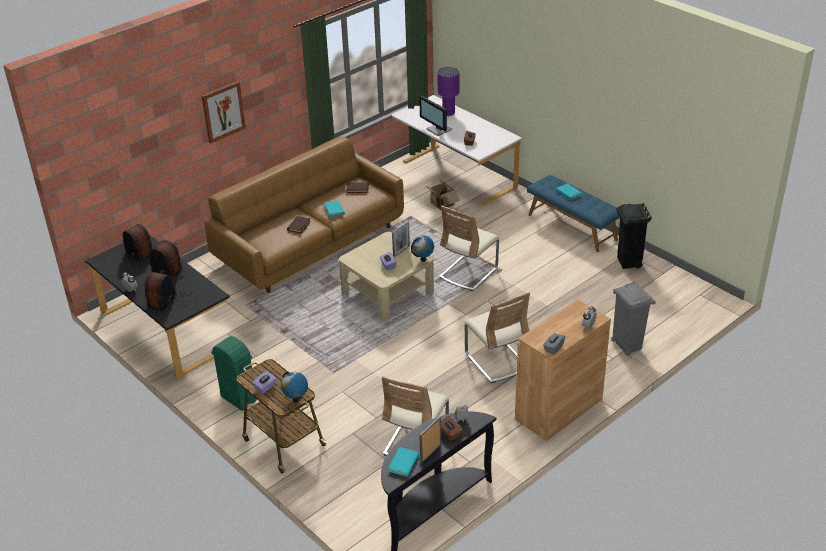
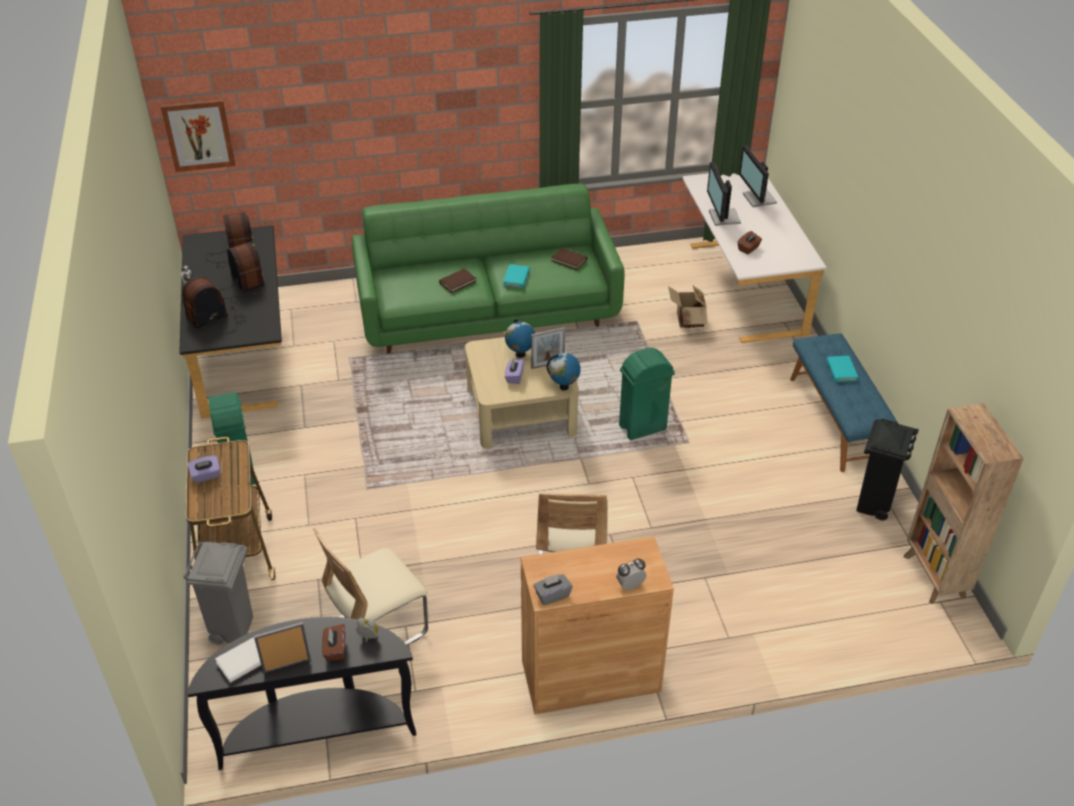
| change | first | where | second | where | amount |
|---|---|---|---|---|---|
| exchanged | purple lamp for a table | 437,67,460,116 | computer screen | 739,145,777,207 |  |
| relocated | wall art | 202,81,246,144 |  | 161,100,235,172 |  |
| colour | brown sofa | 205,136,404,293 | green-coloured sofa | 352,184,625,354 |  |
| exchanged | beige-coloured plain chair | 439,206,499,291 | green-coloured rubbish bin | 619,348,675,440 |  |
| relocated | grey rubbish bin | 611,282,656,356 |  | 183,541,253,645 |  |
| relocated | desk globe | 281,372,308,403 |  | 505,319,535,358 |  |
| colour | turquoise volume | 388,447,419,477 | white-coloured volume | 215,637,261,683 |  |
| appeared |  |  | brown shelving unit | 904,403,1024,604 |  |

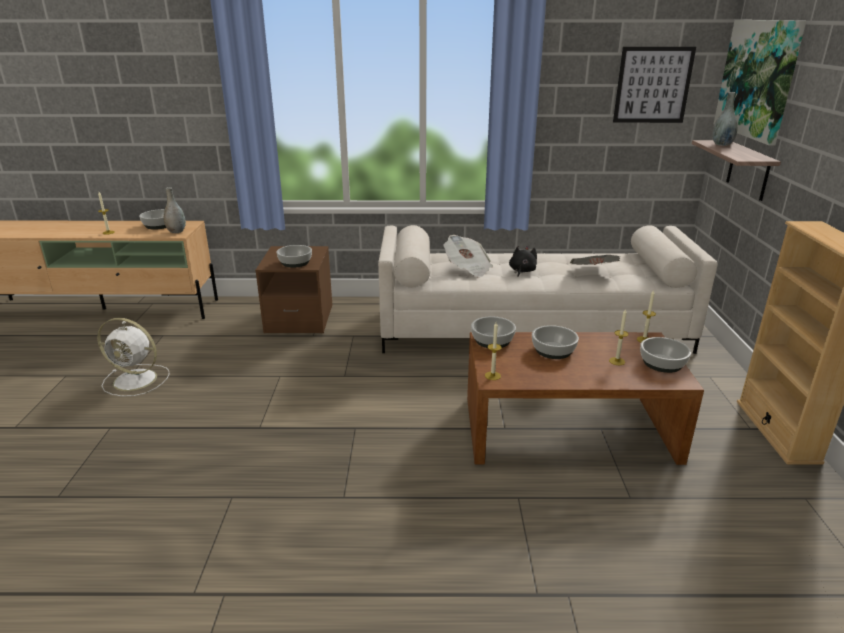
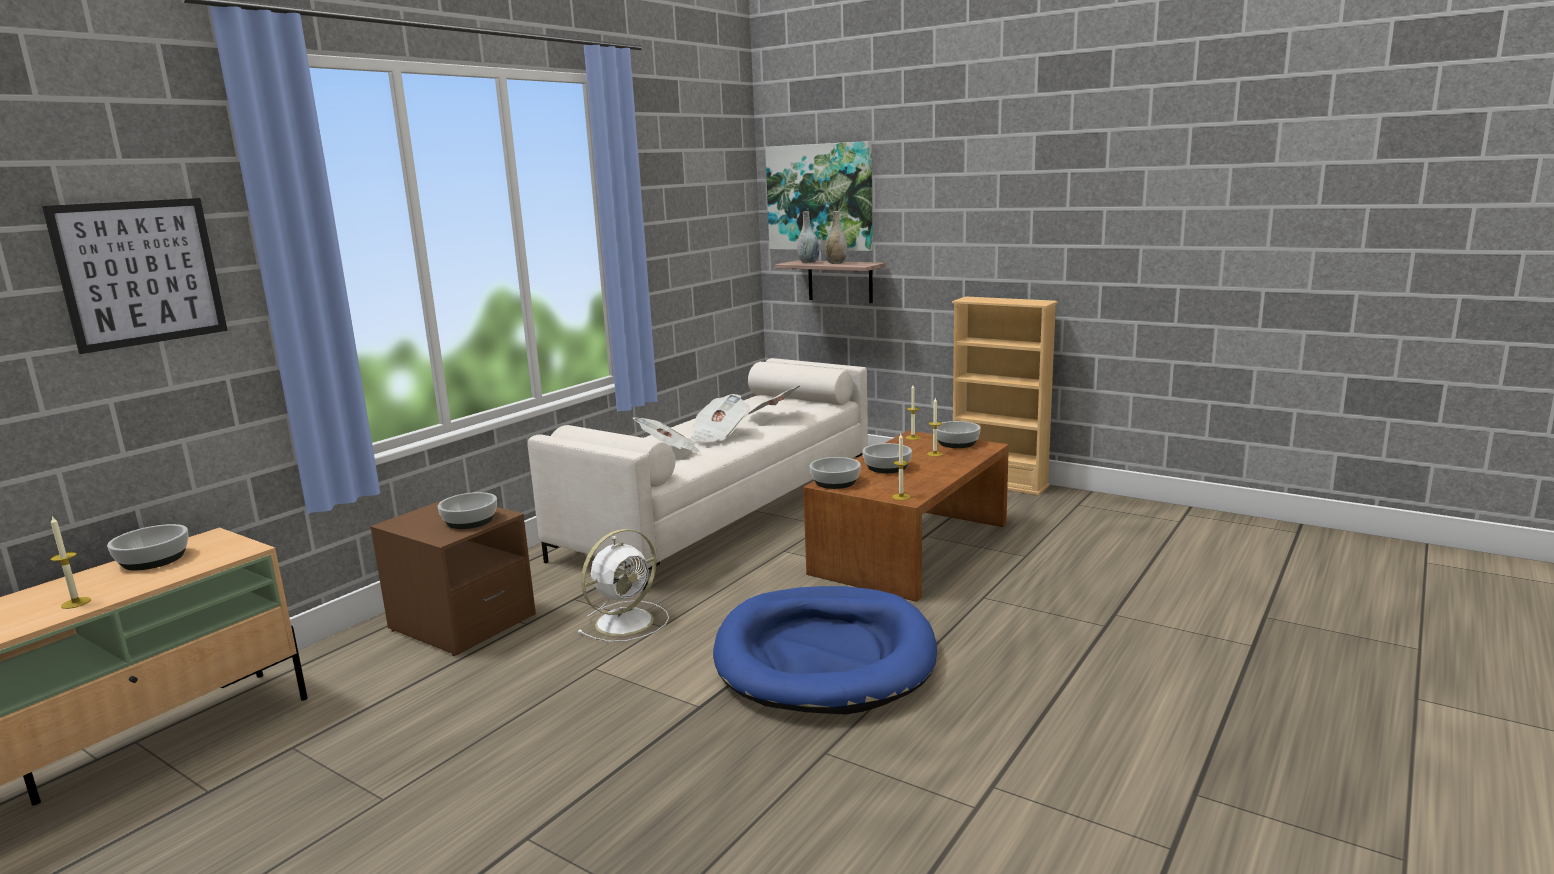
| change | first | where | second | where | amount |
|---|---|---|---|---|---|
| relocated | wall art | 613,47,696,123 |  | 42,198,228,354 |  |
| relocated | grey vase | 164,187,186,233 |  | 825,211,847,264 |  |
| exchanged | black-coloured soft toy | 509,246,537,277 | daily paper | 690,394,750,443 |  |
| relocated | white-coloured fan | 97,318,169,396 |  | 577,529,669,642 |  |
| appeared |  |  | blue pet bed | 713,586,937,715 |  |

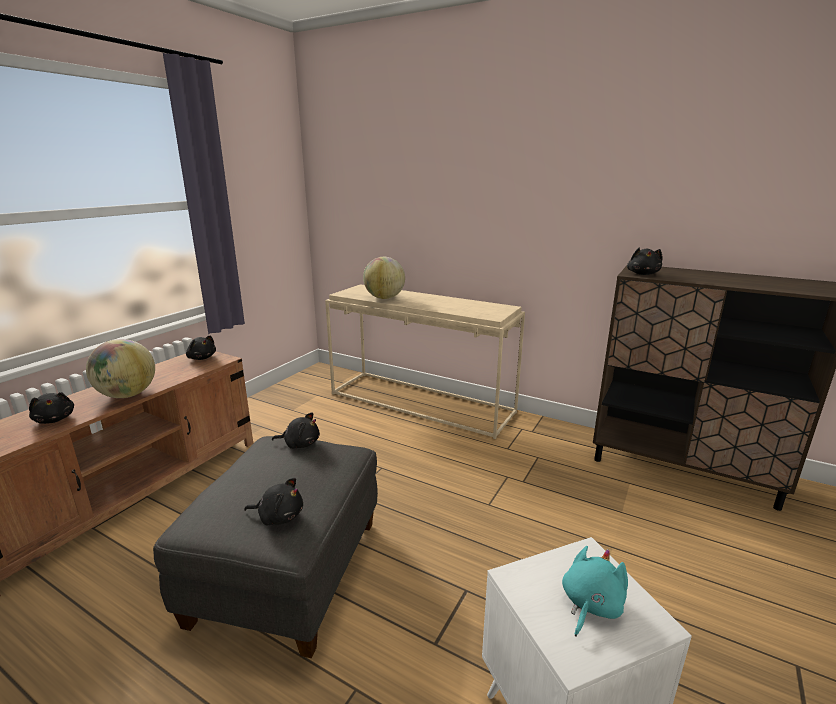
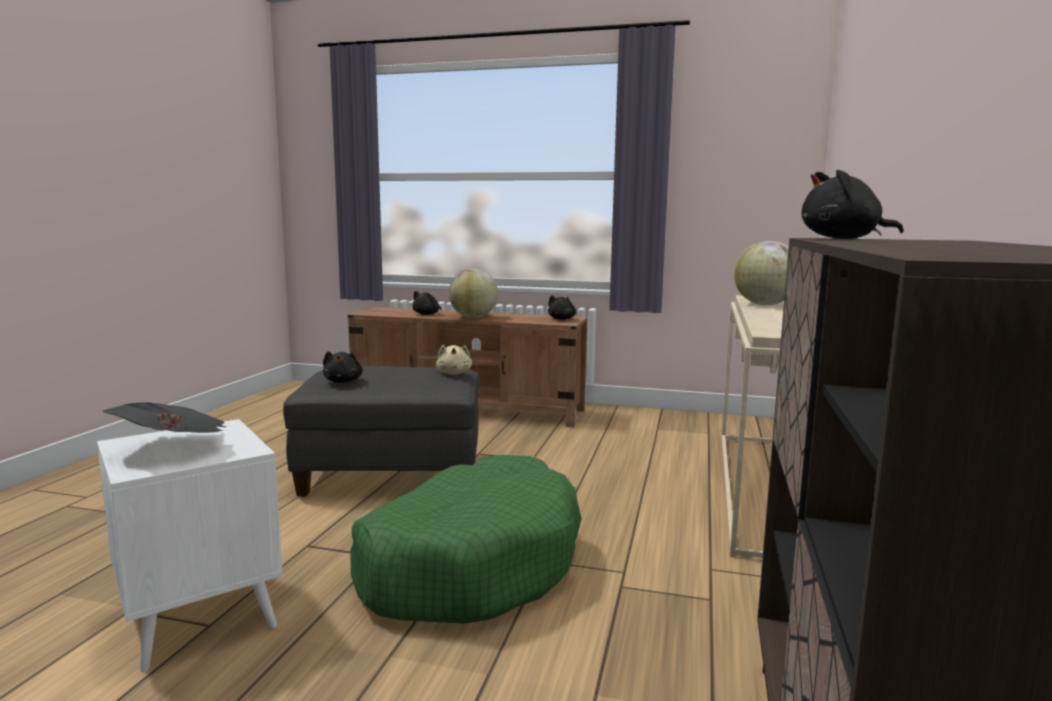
| change | first | where | second | where | amount |
|---|---|---|---|---|---|
| colour | black-coloured soft toy | 272,412,320,449 | beige-coloured soft toy | 436,345,472,375 |  |
| exchanged | turquoise soft toy | 562,546,628,637 | daily paper | 102,402,226,433 |  |
| appeared |  |  | green-coloured pet bed | 350,455,581,624 |  |

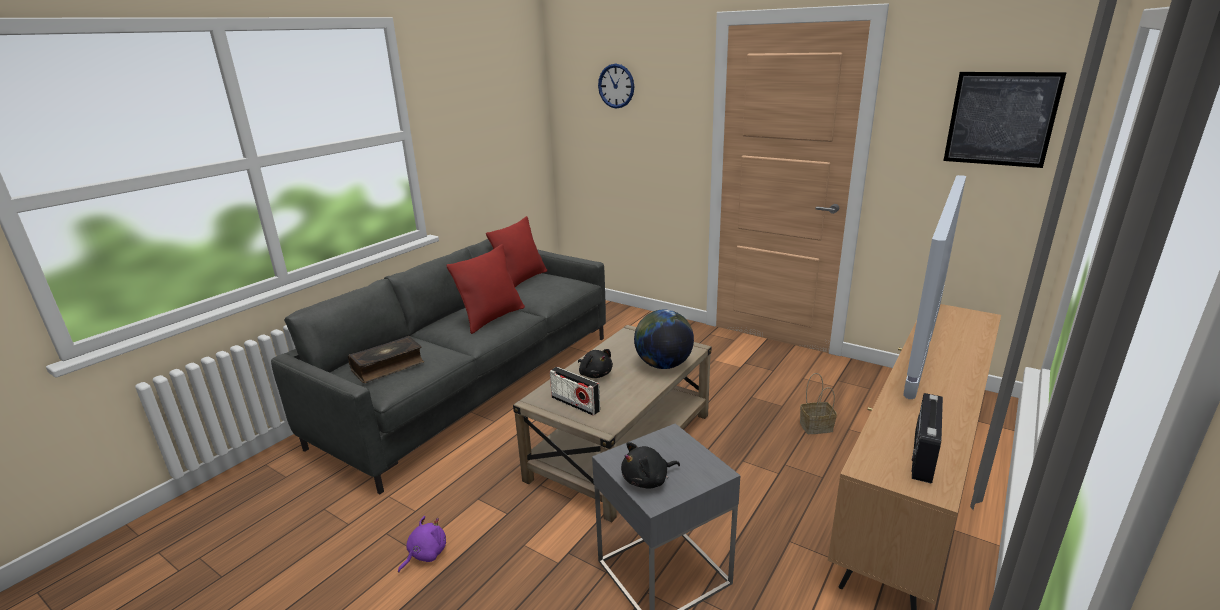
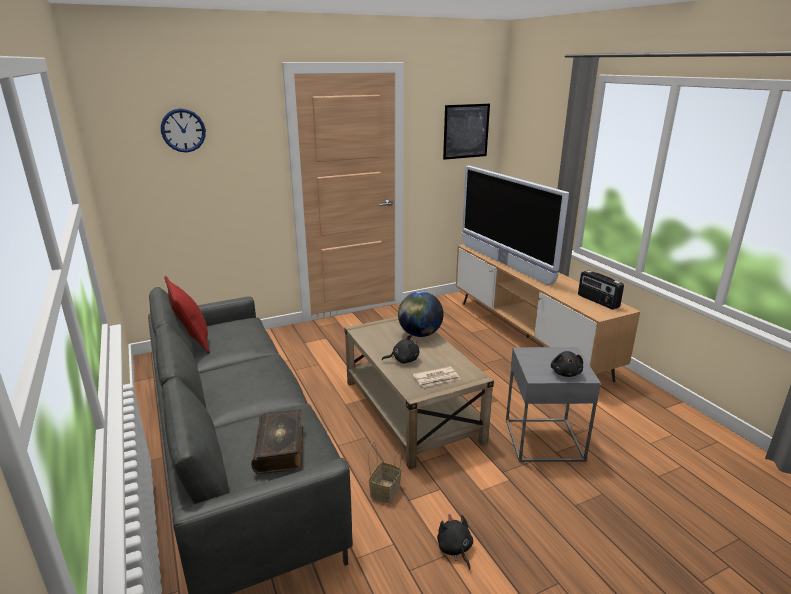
| change | first | where | second | where | amount |
|---|---|---|---|---|---|
| missing | reddish pillow | 446,244,525,334 |  |  |  |
| exchanged | radio receiver | 550,367,600,416 | daily paper | 413,366,461,387 |  |
| relocated | household basket | 800,373,837,434 |  | 368,442,401,503 |  |
| colour | purple soft toy | 398,516,446,573 | black-coloured soft toy | 437,514,473,570 |  |

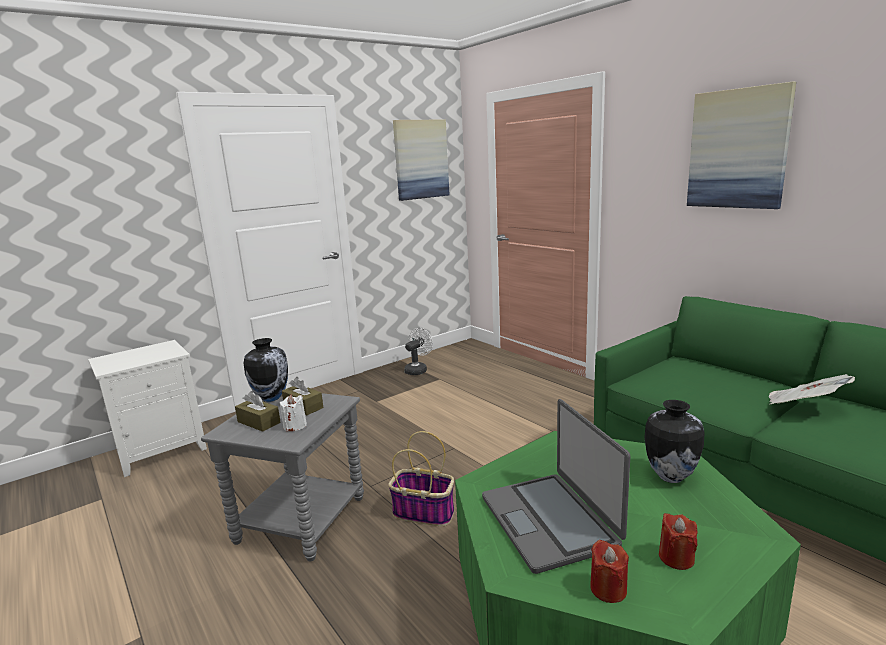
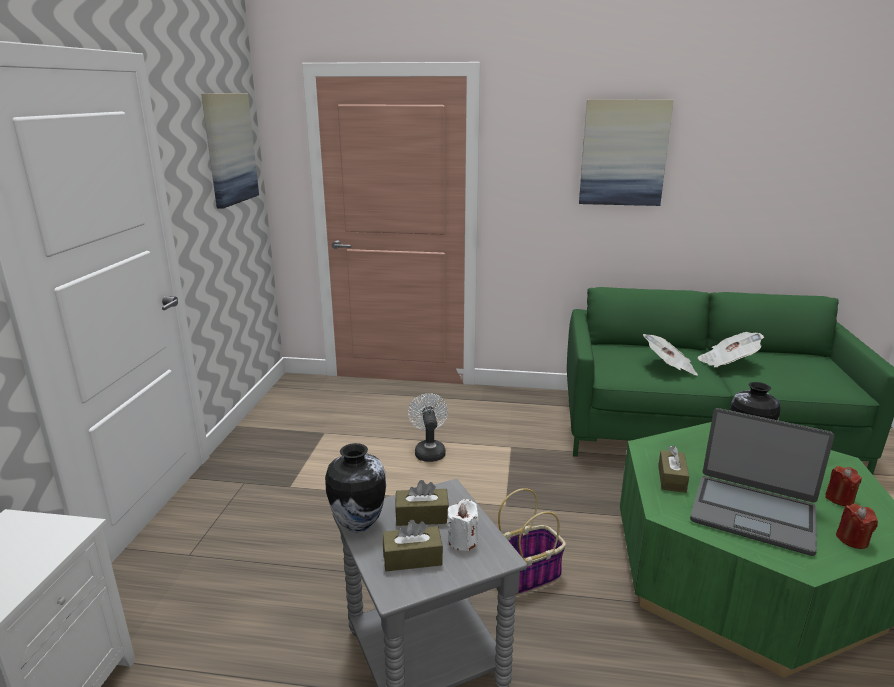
| change | first | where | second | where | amount |
|---|---|---|---|---|---|
| relocated | white-coloured fan | 404,328,433,375 |  | 408,393,448,462 |  |
| appeared |  |  | daily paper | 643,334,698,376 |  |
| appeared |  |  | brown tissue holder | 658,446,689,493 |  |

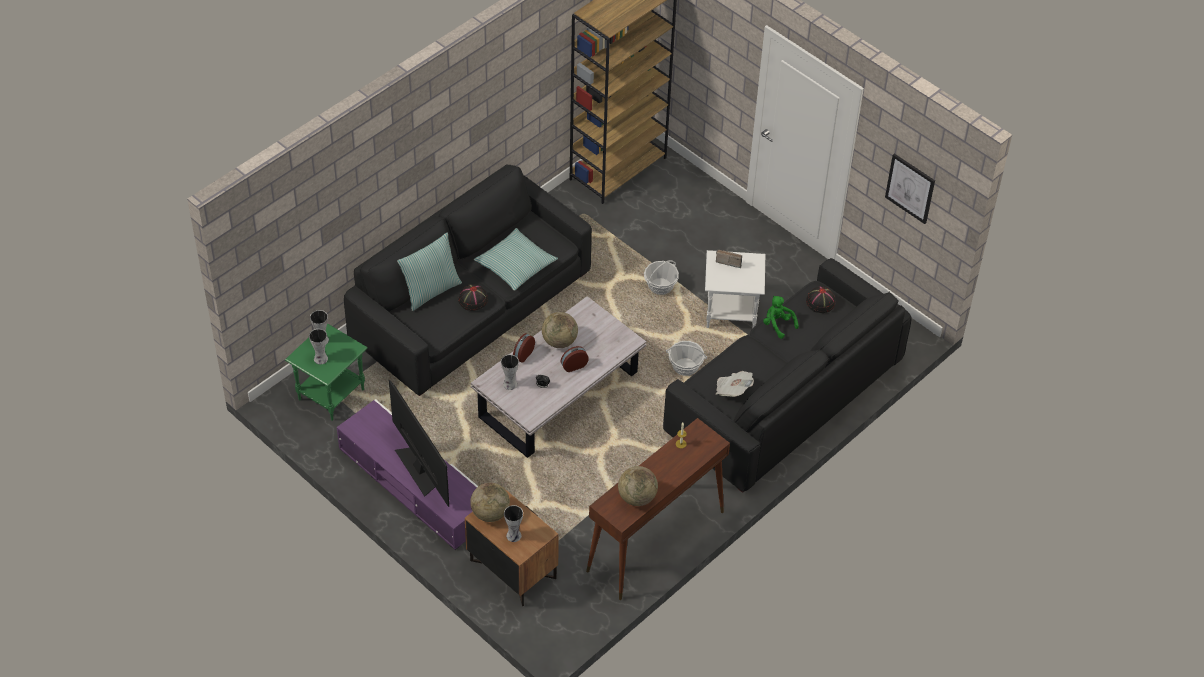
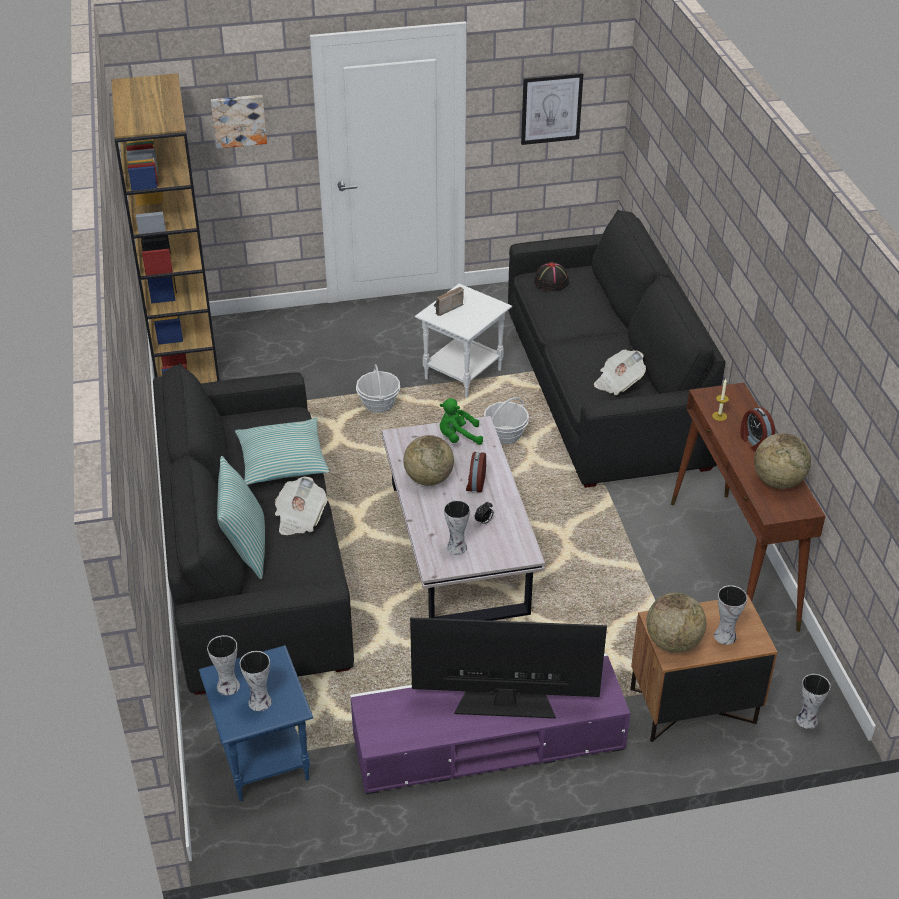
| change | first | where | second | where | amount |
|---|---|---|---|---|---|
| exchanged | black-coloured hat | 458,284,488,311 | daily paper | 275,477,327,535 |  |
| relocated | green-coloured soft toy | 763,296,799,339 |  | 440,398,483,445 |  |
| colour | green-coloured end table | 285,323,368,421 | blue end table | 199,645,313,801 |  |
| relocated | table clock | 513,333,535,362 |  | 741,407,775,452 |  |
| appeared |  |  | wall art | 210,95,267,149 |  |
| appeared |  |  | vase | 796,674,831,729 |  |

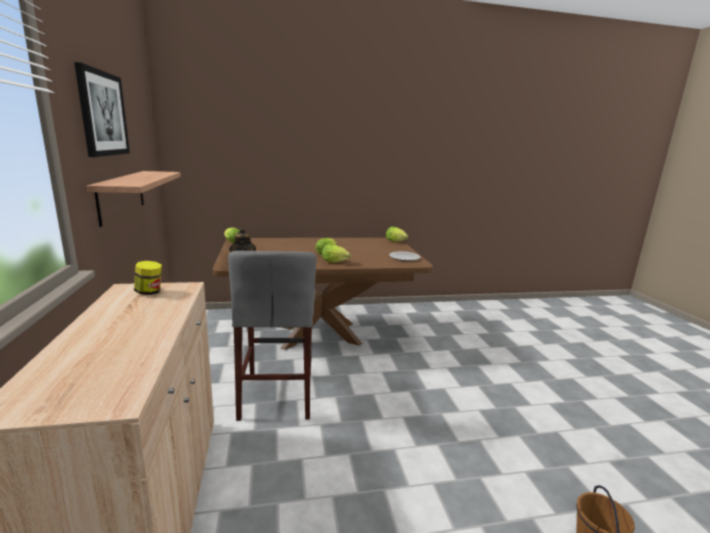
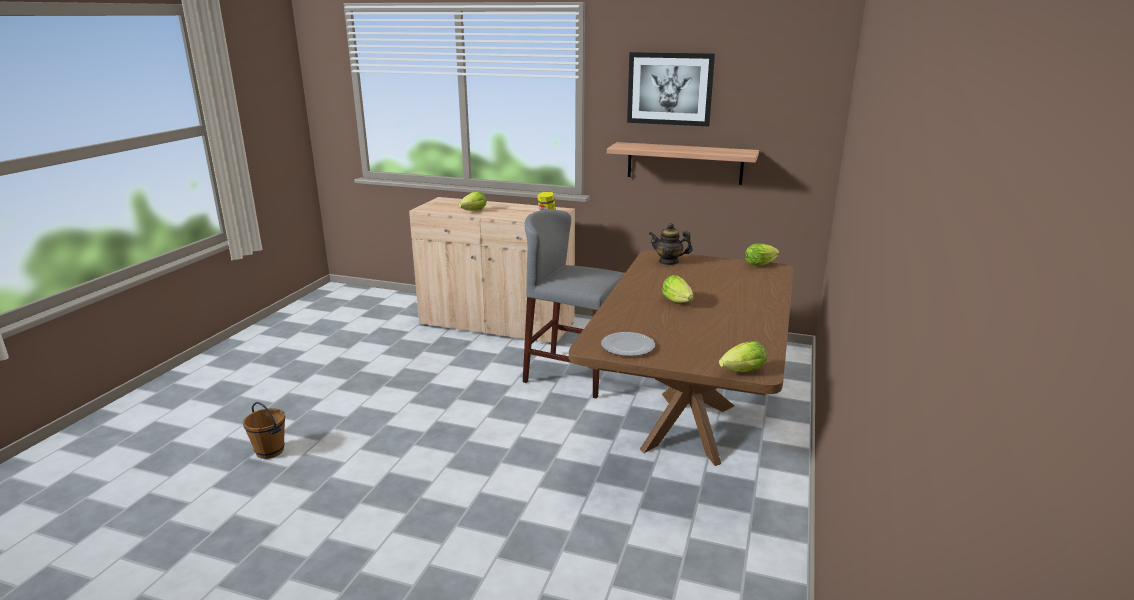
| change | first | where | second | where | amount |
|---|---|---|---|---|---|
| relocated | lettuce head | 322,244,351,263 |  | 459,191,487,211 |  |

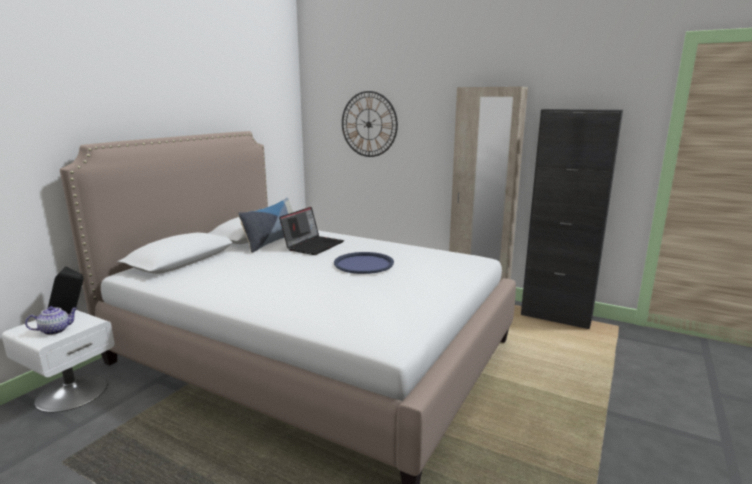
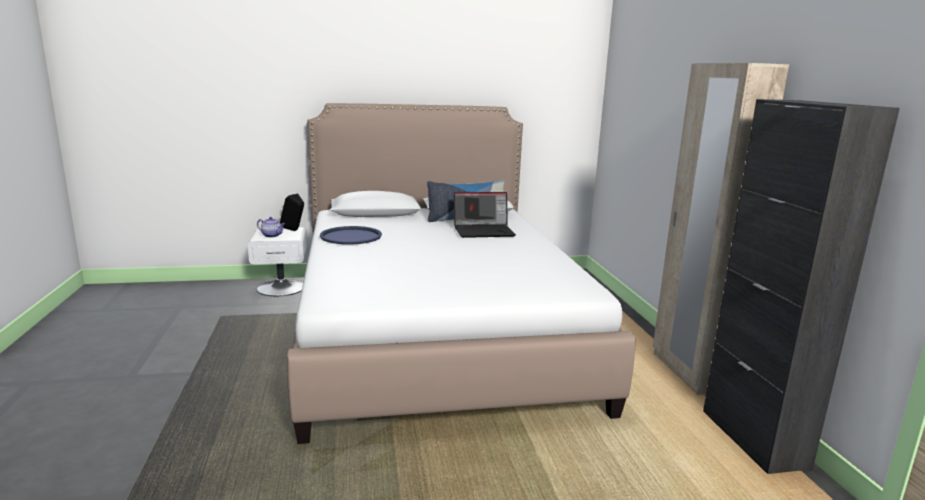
| change | first | where | second | where | amount |
|---|---|---|---|---|---|
| missing | wall clock | 342,91,398,157 |  |  |  |
| relocated | blue serving tray | 334,252,394,274 |  | 320,226,382,245 |  |

